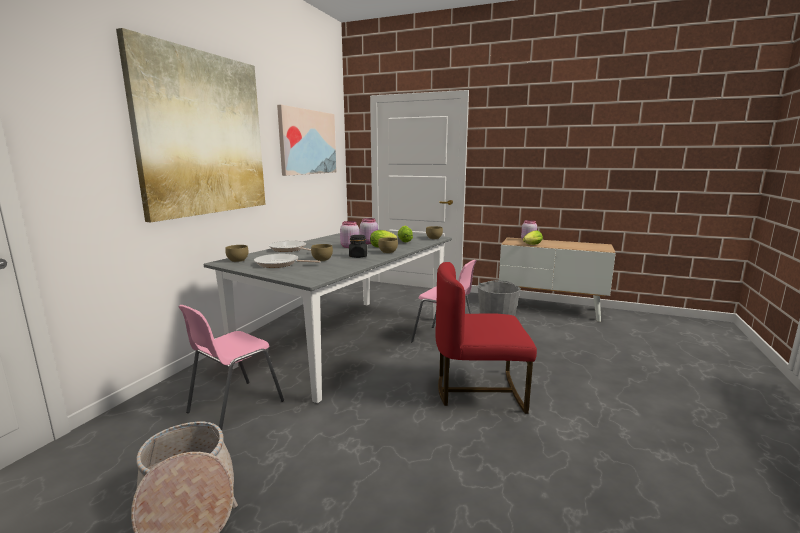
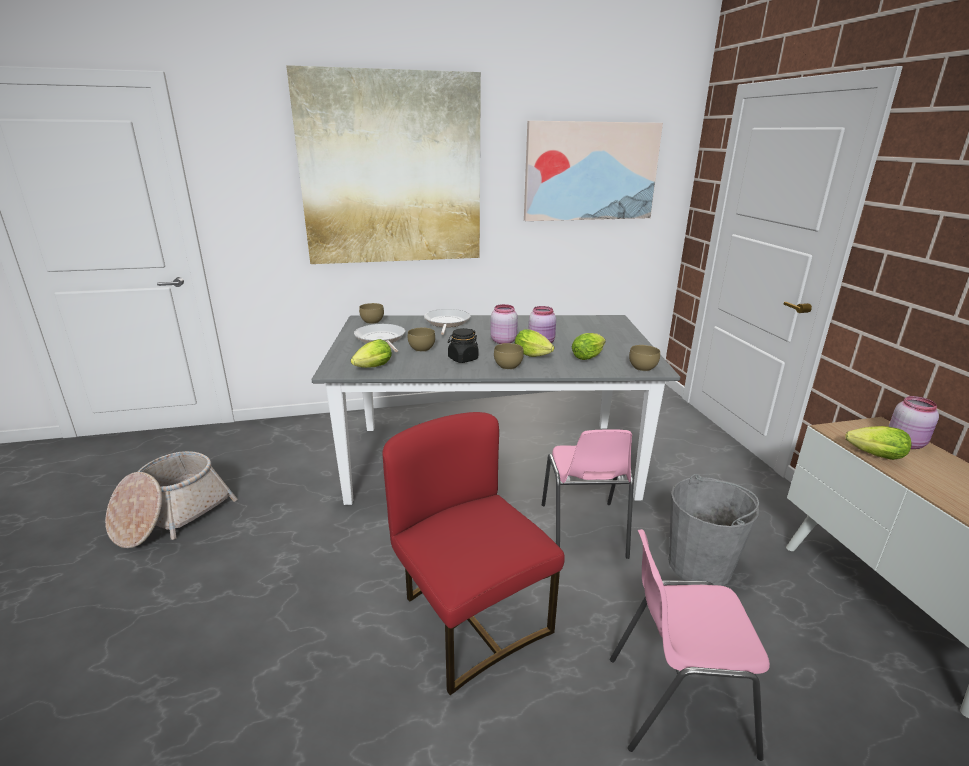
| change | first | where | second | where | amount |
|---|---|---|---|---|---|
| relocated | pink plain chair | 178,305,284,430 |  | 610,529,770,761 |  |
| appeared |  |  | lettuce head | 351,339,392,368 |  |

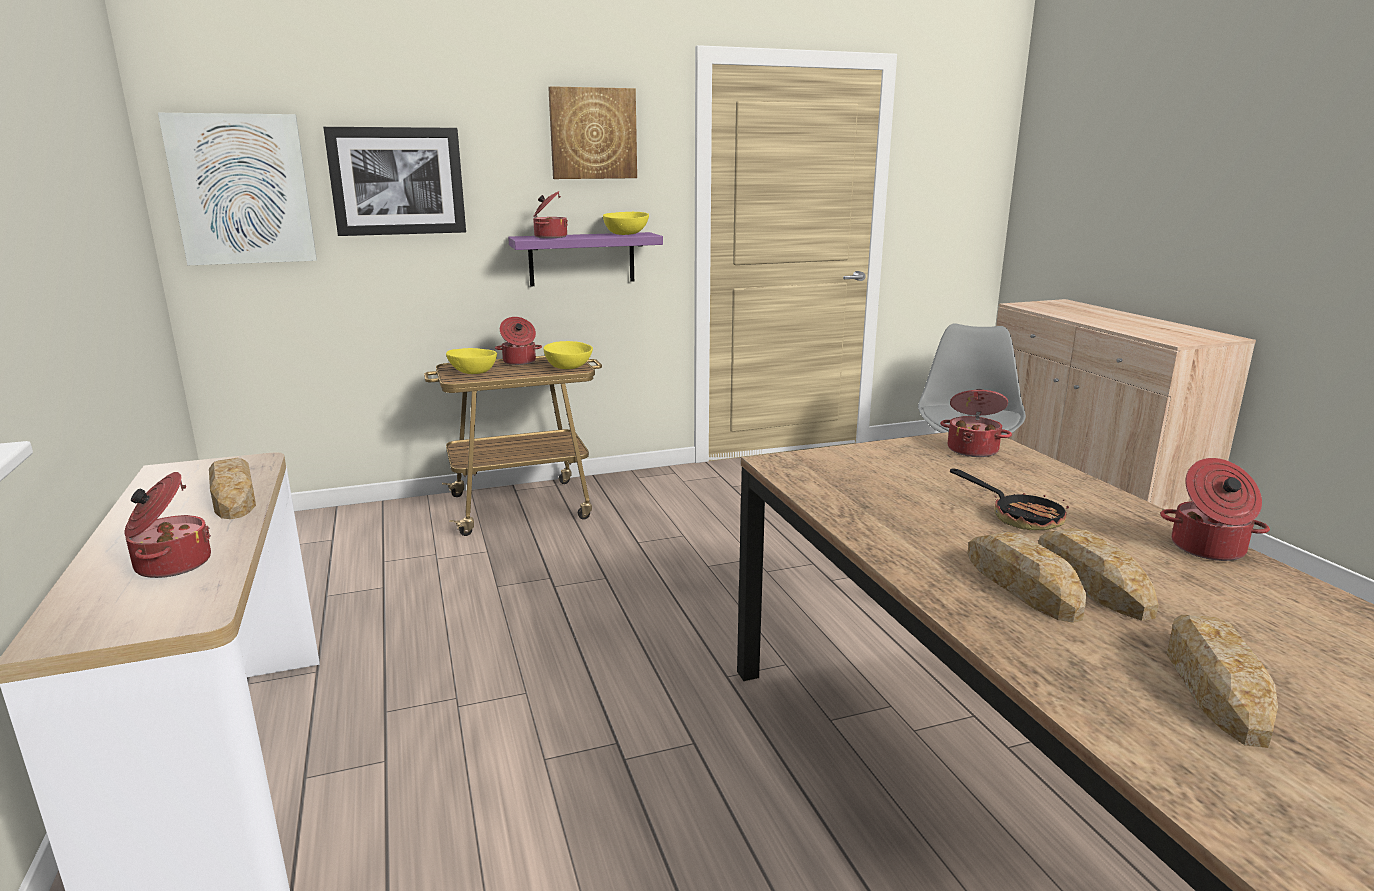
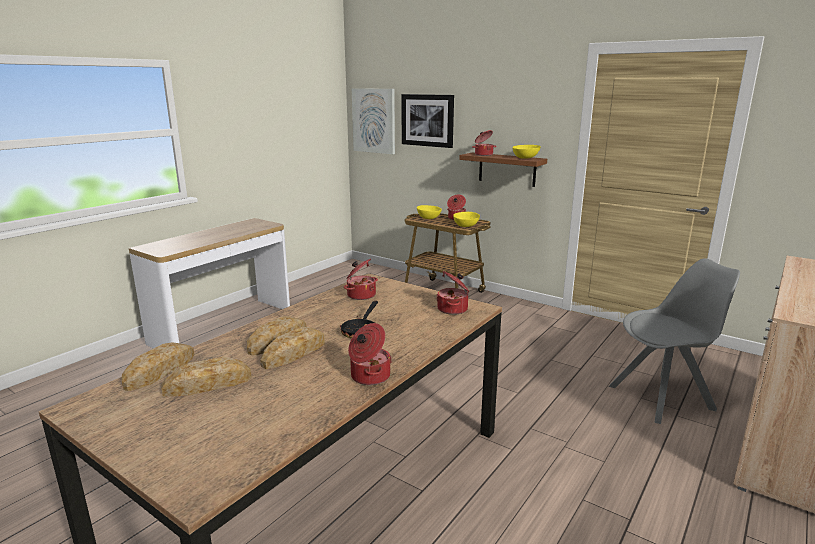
| change | first | where | second | where | amount |
|---|---|---|---|---|---|
| missing | wall art | 548,86,637,179 |  |  |  |
| colour | purple wall shelf | 508,232,663,287 | brown wall shelf | 459,153,547,187 |  |
| relocated | bread | 209,458,256,519 |  | 122,343,195,391 |  |
| relocated | saucepot | 124,472,211,578 |  | 344,259,378,300 |  |

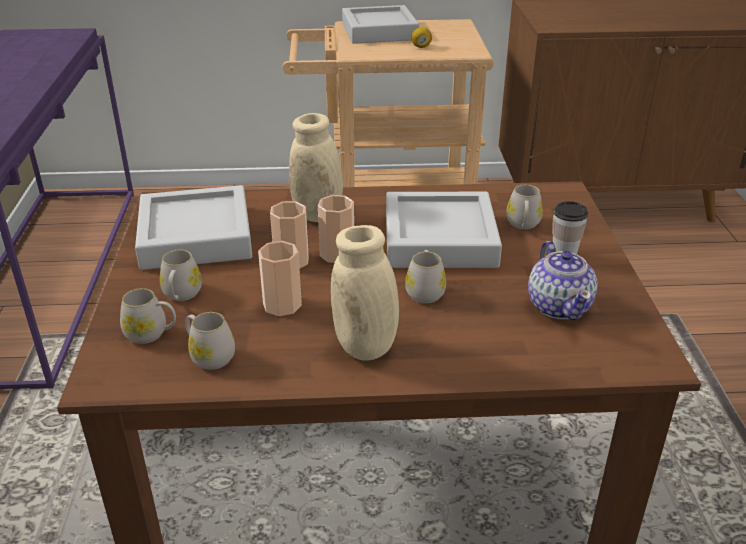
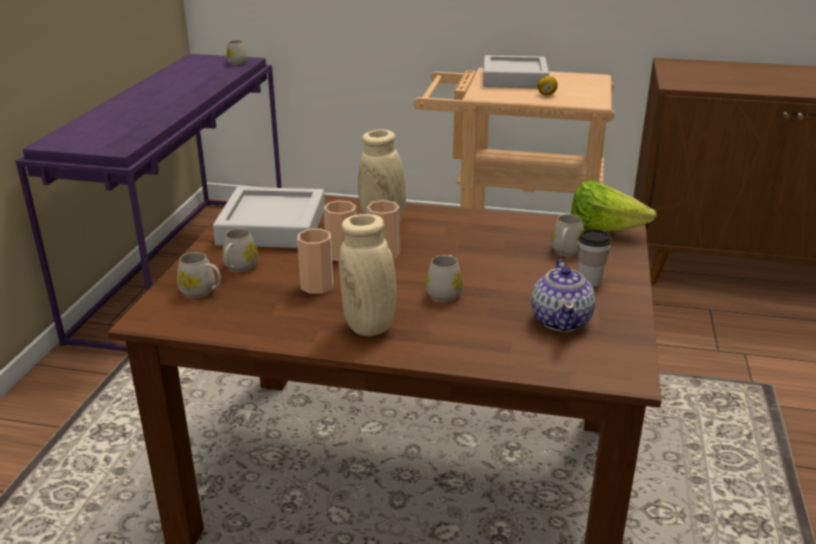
| change | first | where | second | where | amount |
|---|---|---|---|---|---|
| missing | grey serving tray | 386,192,502,268 |  |  |  |
| relocated | white-coloured tea mug | 185,312,235,370 |  | 226,40,247,65 |  |
| appeared |  |  | lettuce head | 571,180,657,232 |  |

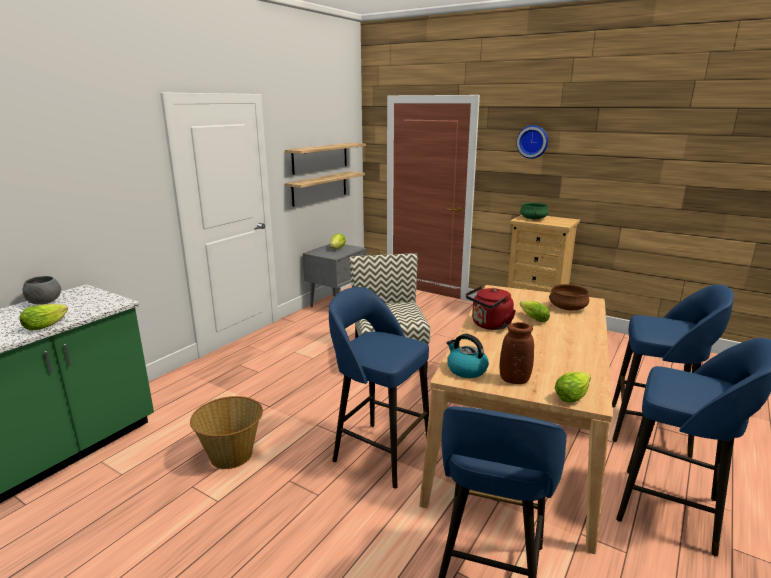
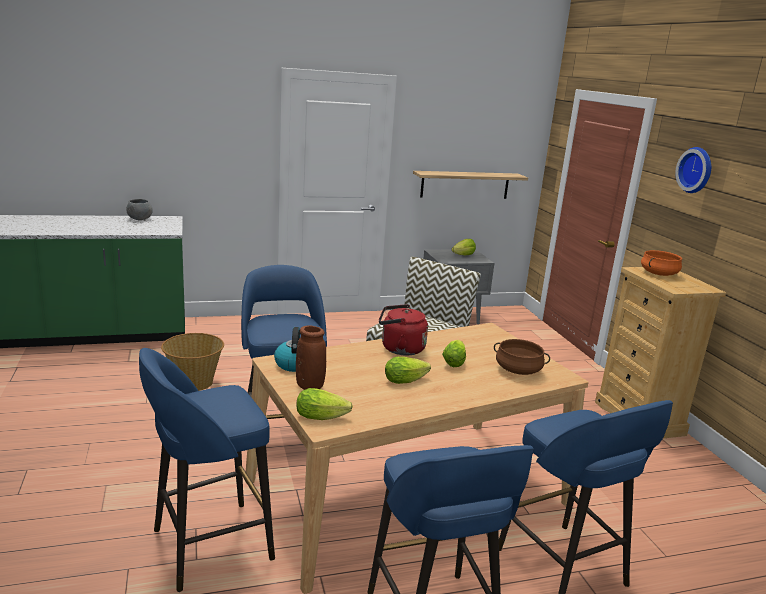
| change | first | where | second | where | amount |
|---|---|---|---|---|---|
| missing | wall shelf | 285,143,366,175 |  |  |  |
| colour | green-coloured saucepot | 520,203,549,219 | orangey saucepot | 641,250,682,276 |  |
| relocated | lettuce head | 19,304,68,330 |  | 385,357,431,384 |  |

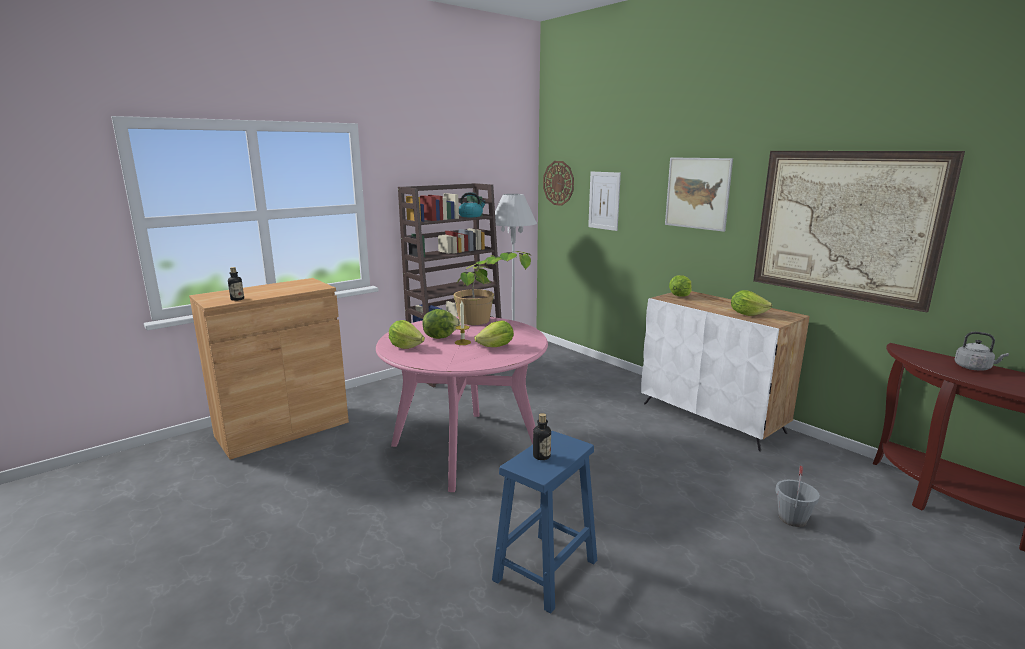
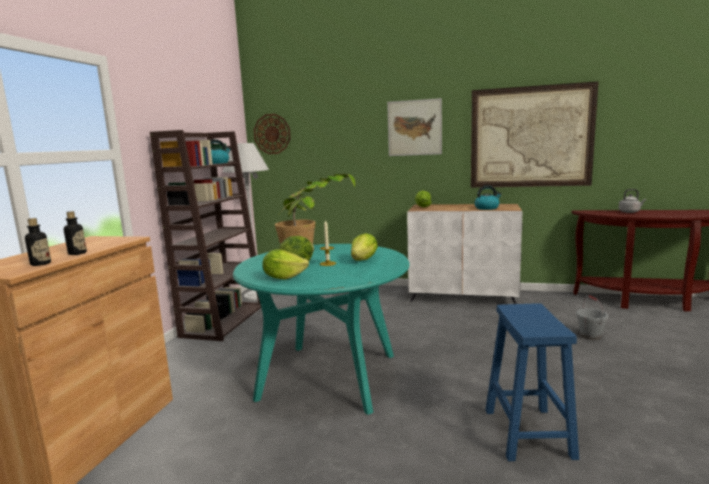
| change | first | where | second | where | amount |
|---|---|---|---|---|---|
| missing | wall art | 588,172,621,231 |  |  |  |
| exchanged | lettuce head | 731,290,772,316 | tea kettle | 474,185,502,210 |  |
| colour | pink dinner table | 376,316,548,492 | turquoise dinner table | 233,244,410,415 |  |
| relocated | beverage bottle | 533,413,551,460 |  | 64,211,87,255 |  |

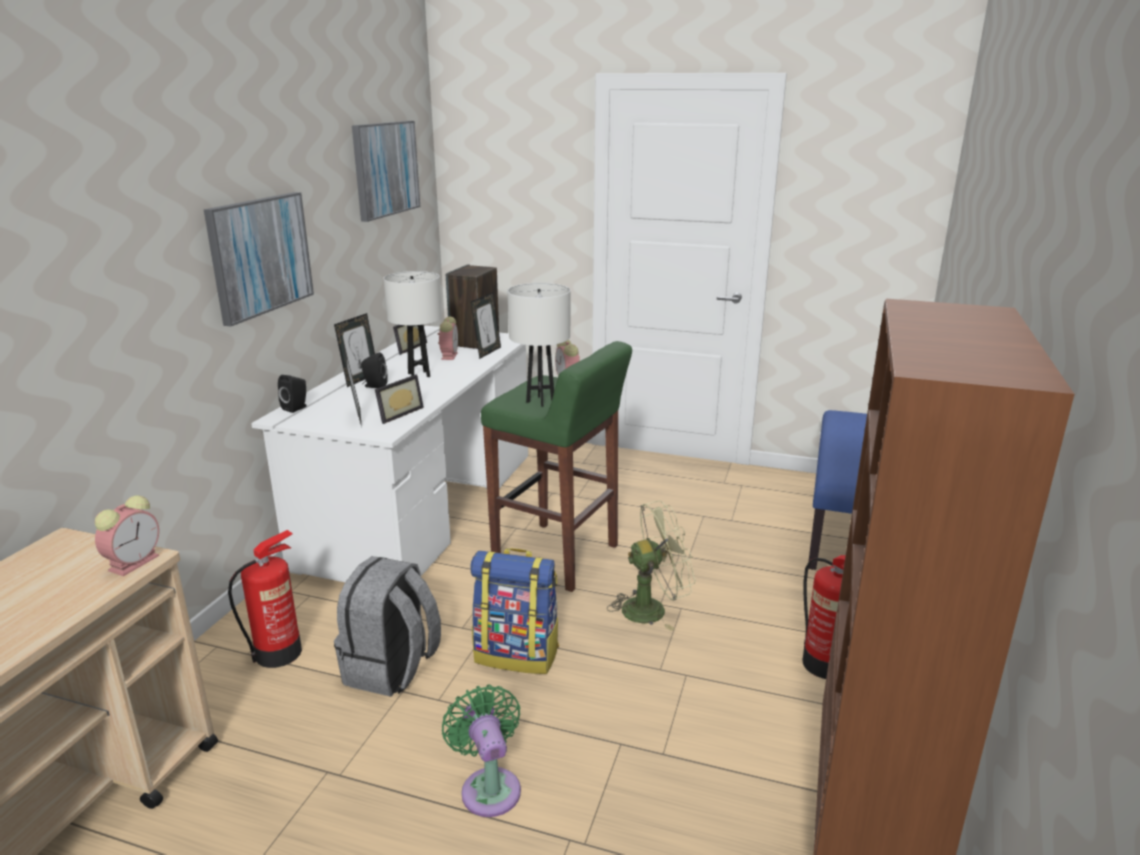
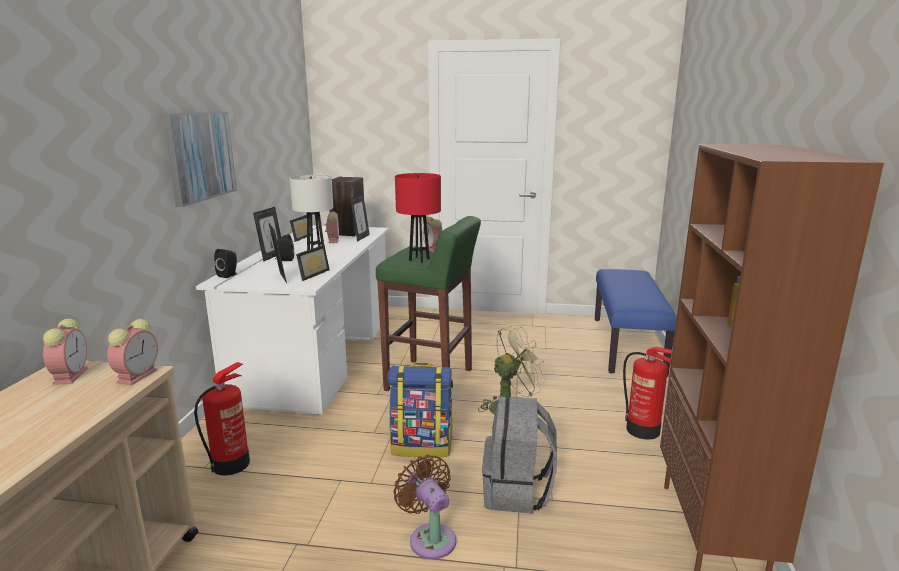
| change | first | where | second | where | amount |
|---|---|---|---|---|---|
| missing | wall art | 352,121,420,222 |  |  |  |
| colour | white-coloured lamp for a table | 507,283,571,407 | reddish lamp for a table | 395,173,441,263 |  |
| relocated | grey rucksack | 334,556,441,697 |  | 482,396,557,514 |  |
| colour | green-coloured fan | 442,685,521,817 | brown fan | 393,455,456,559 |  |
| appeared |  |  | table clock | 43,318,88,385 |  |

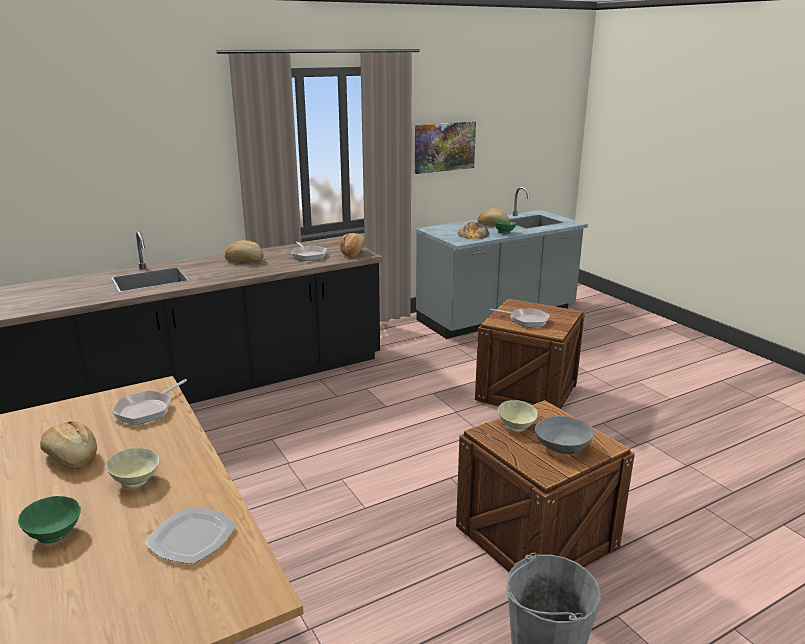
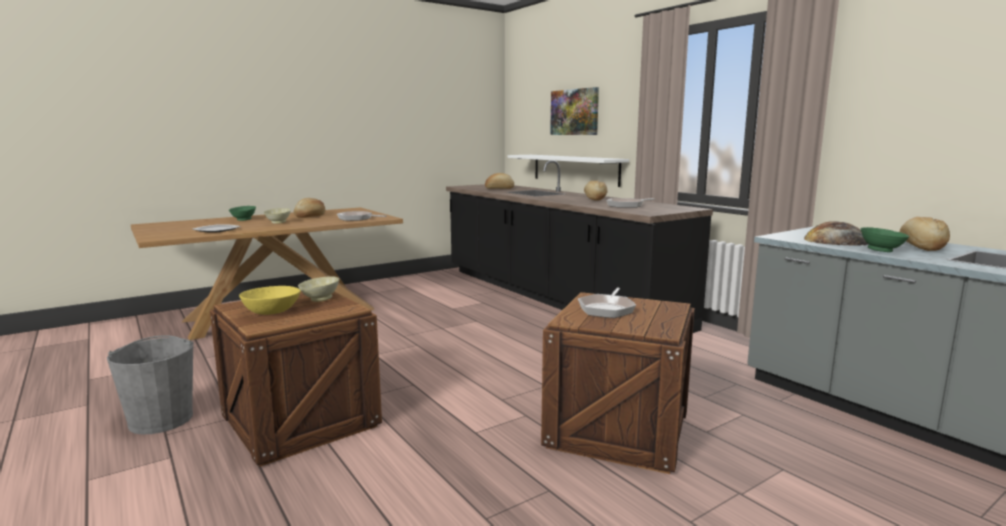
| change | first | where | second | where | amount |
|---|---|---|---|---|---|
| relocated | wall art | 415,121,476,174 |  | 550,87,599,135 |  |
| relocated | bread | 339,233,365,257 |  | 485,173,514,189 |  |
| colour | grey deep dish | 535,416,594,454 | yellowish deep dish | 239,286,301,315 |  |
| appeared |  |  | white-coloured wall shelf | 508,155,629,187 |  |

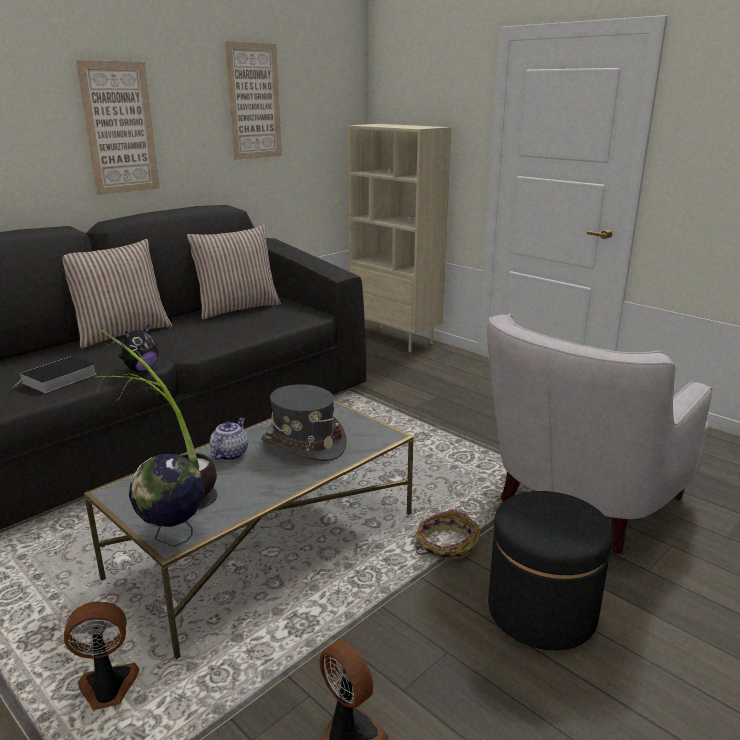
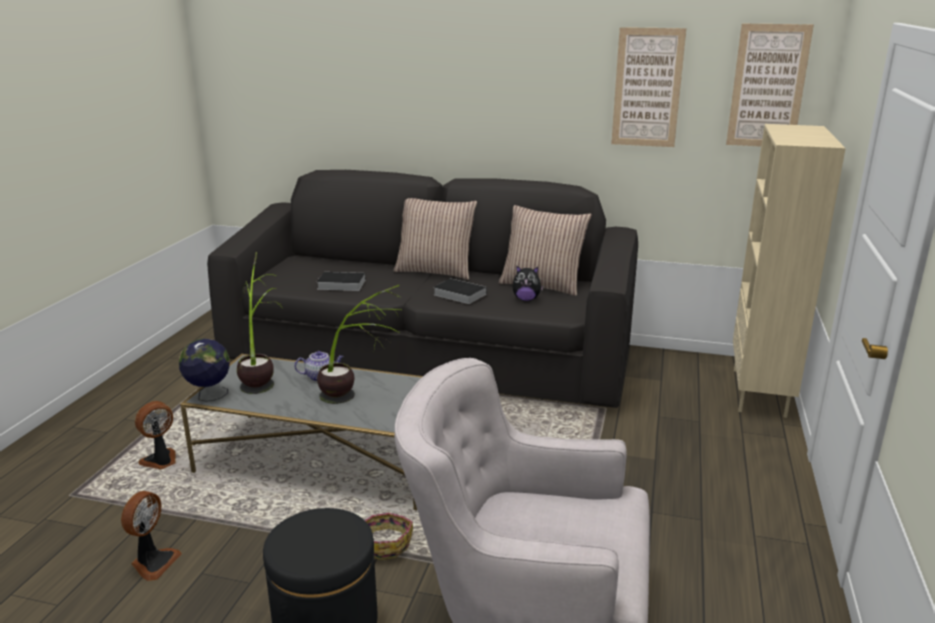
| change | first | where | second | where | amount |
|---|---|---|---|---|---|
| relocated | wall art | 76,60,160,195 |  | 726,24,814,146 |  |
| relocated | soft toy | 119,324,158,372 |  | 512,265,544,301 |  |
| exchanged | grey hat | 261,384,347,461 | plant in a pot | 317,285,401,404 |  |
| spun | fan | 64,602,139,710 |  | 135,401,176,470 | 90 degrees counterclockwise |
| appeared |  |  | volume | 433,278,487,304 |  |

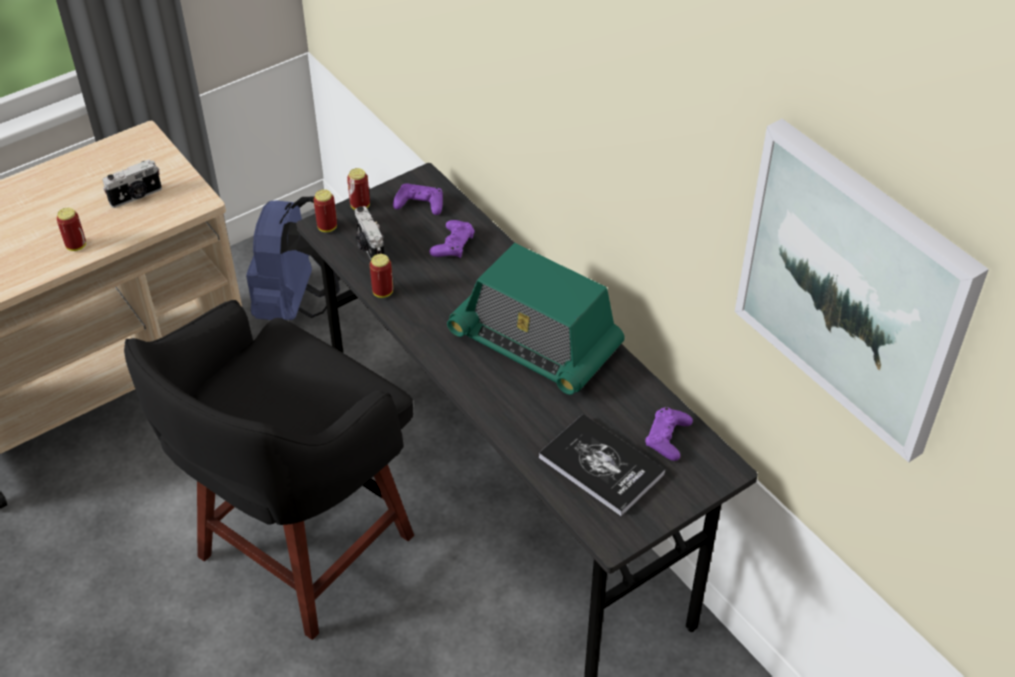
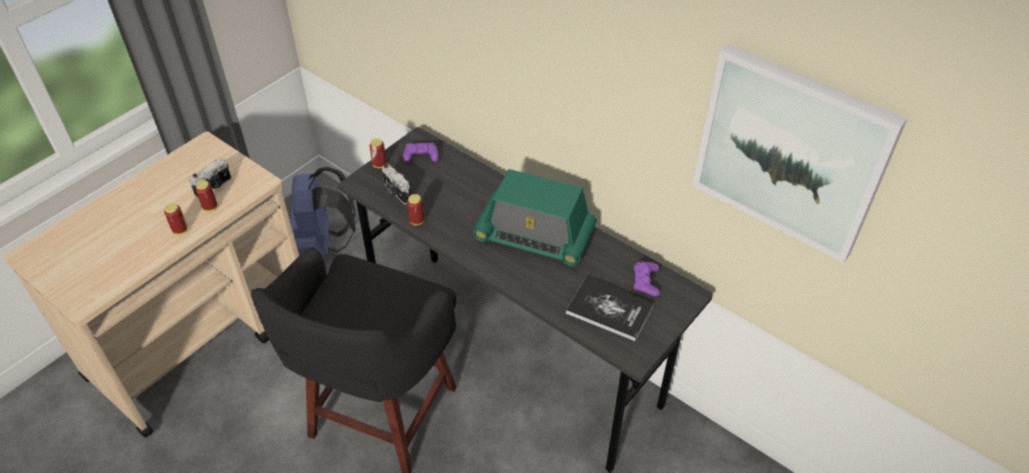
| change | first | where | second | where | amount |
|---|---|---|---|---|---|
| relocated | sealed can | 314,189,337,232 |  | 195,180,217,212 |  |
| missing | purple gamepad | 429,220,474,258 |  |  |  |

